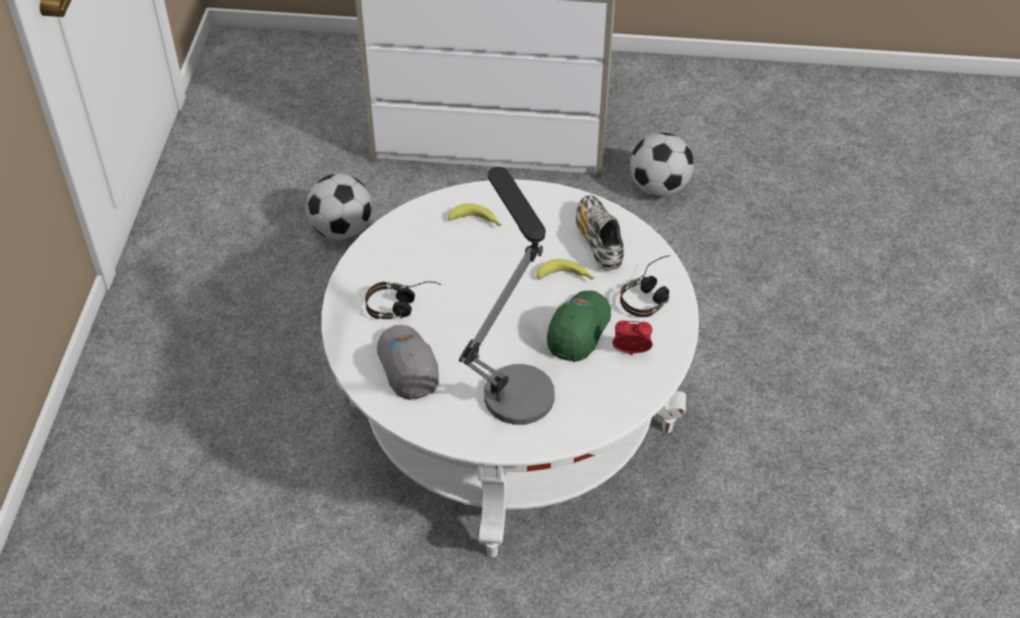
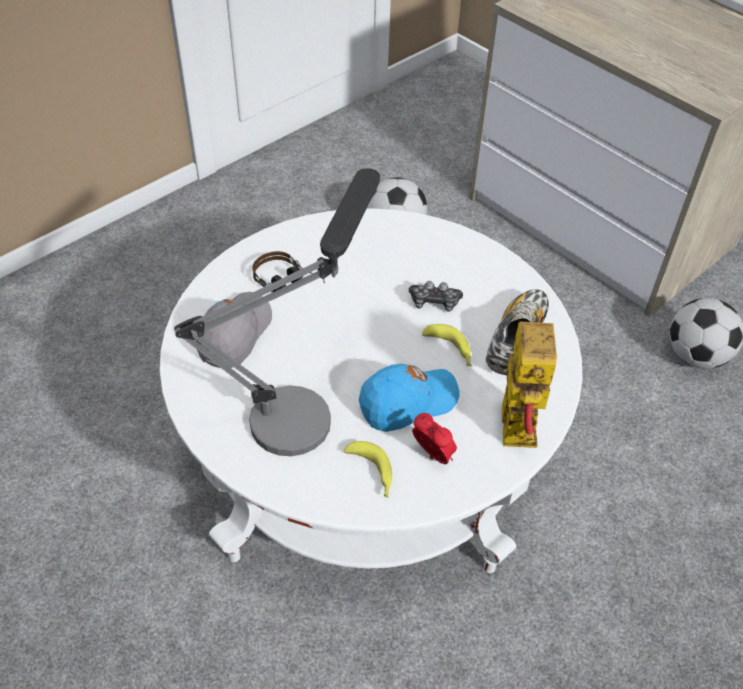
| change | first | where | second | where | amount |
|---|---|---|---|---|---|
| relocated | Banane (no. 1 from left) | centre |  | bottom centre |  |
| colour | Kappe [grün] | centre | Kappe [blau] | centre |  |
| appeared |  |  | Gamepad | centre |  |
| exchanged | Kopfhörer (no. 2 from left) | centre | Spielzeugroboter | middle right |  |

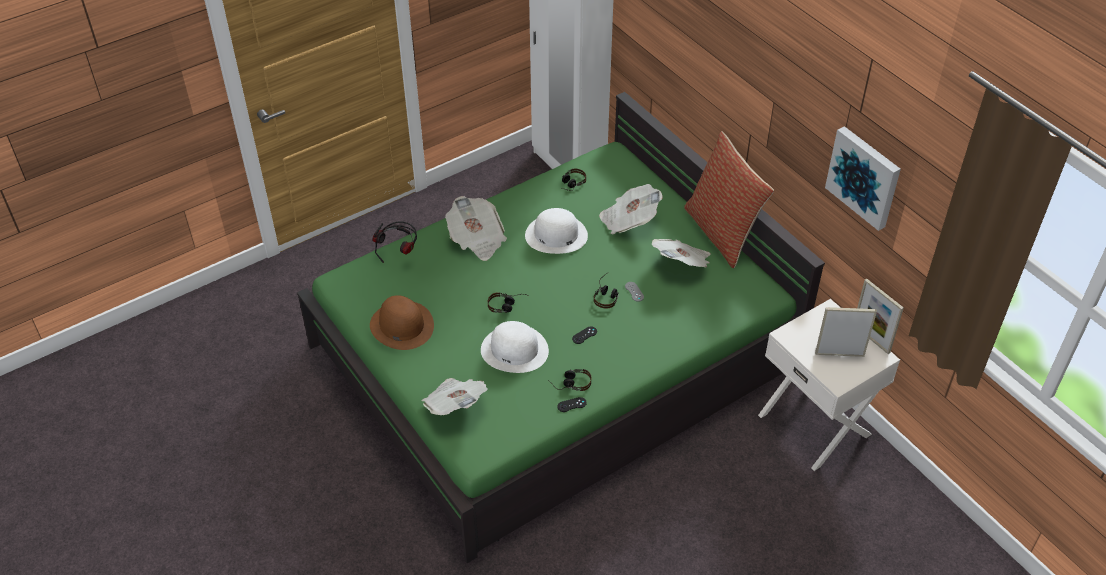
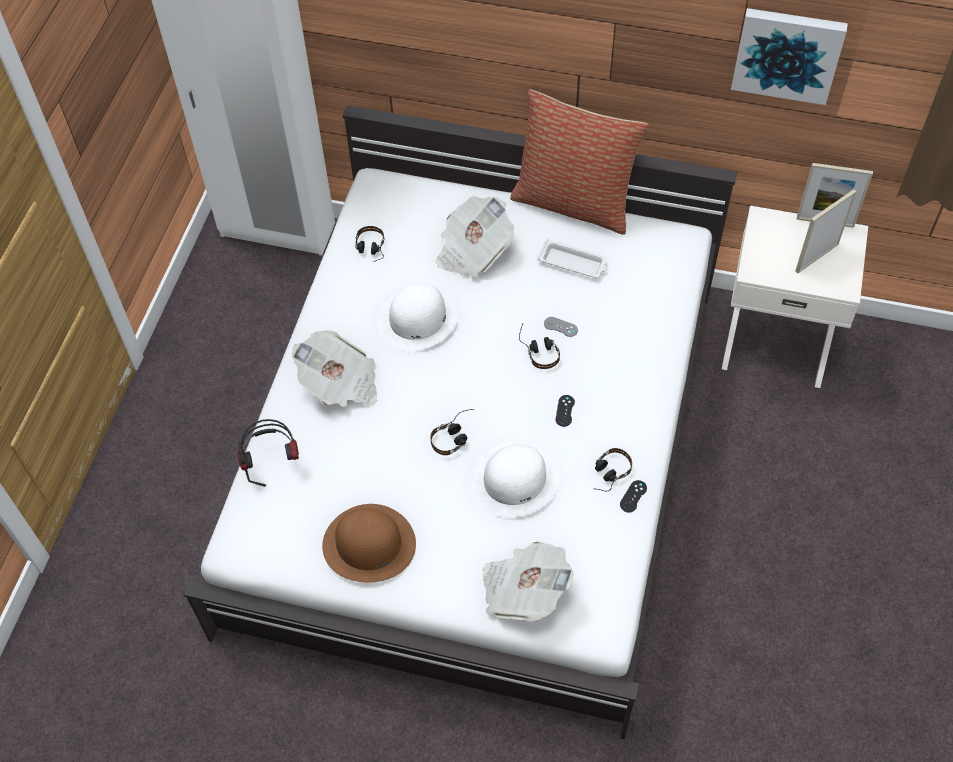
| change | first | where | second | where | amount |
|---|---|---|---|---|---|
| colour | Bett [grün] | centre | Bett [weiß] | centre |  |
| exchanged | Zeitung (no. 4 from left) | centre | Tablett [weiß] | centre |  |

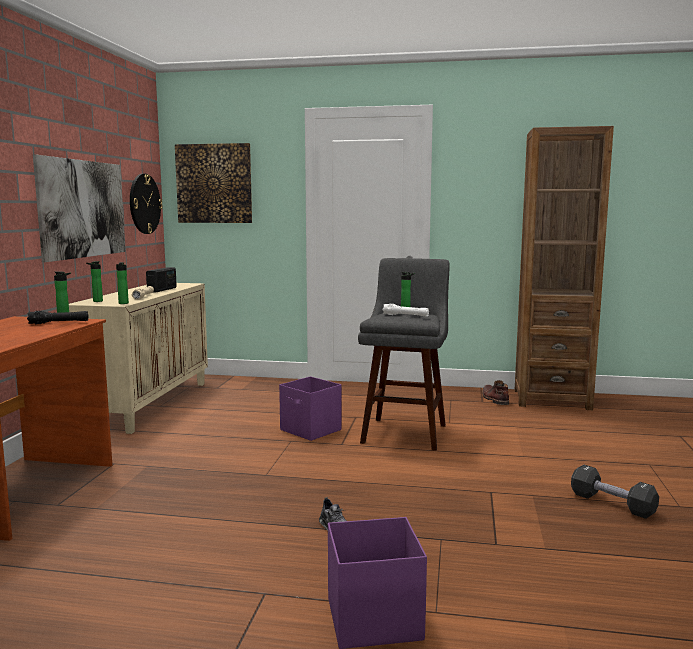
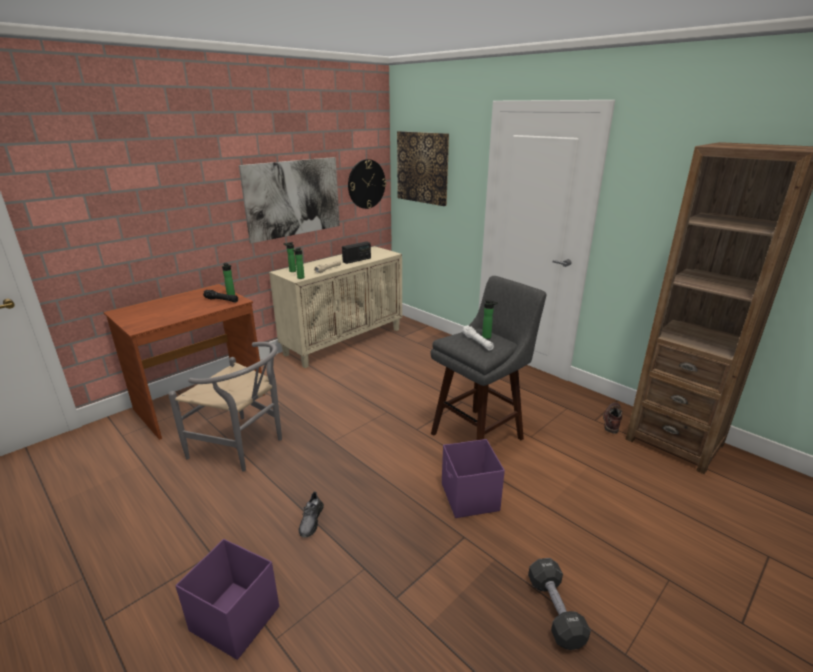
| change | first | where | second | where | amount |
|---|---|---|---|---|---|
| appeared |  |  | Stuhl [grau] | middle left |  |
| relocated | Aufbewahrungsbox [lila] (no. 1 from left in the first image) | centre | Aufbewahrungsbox [lila] (no. 2 from left) | bottom centre |  |

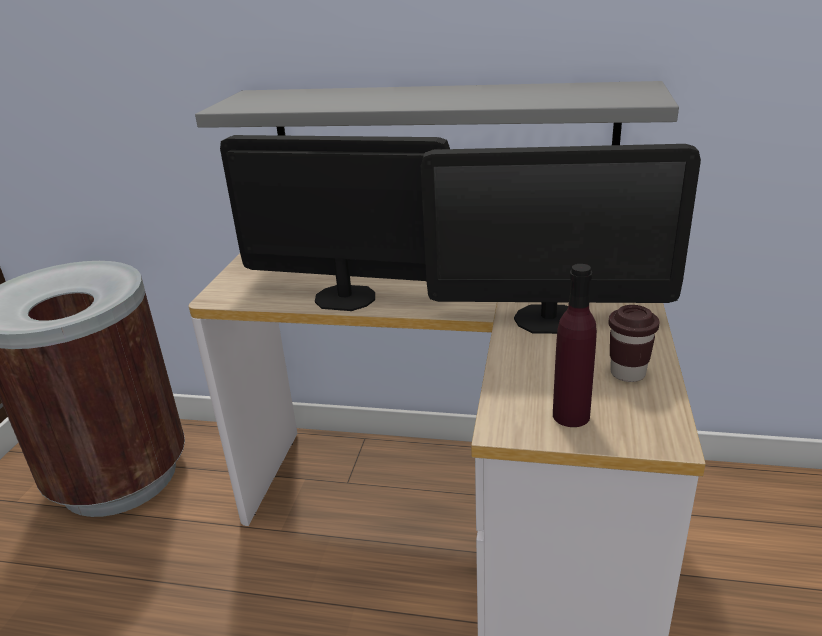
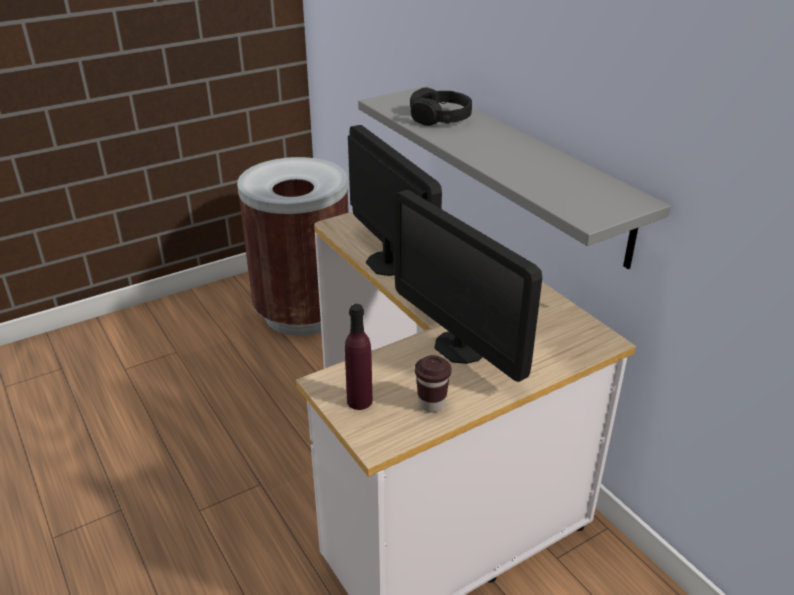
| change | first | where | second | where | amount |
|---|---|---|---|---|---|
| appeared |  |  | Kopfhörer [schwarz] | top centre |  |

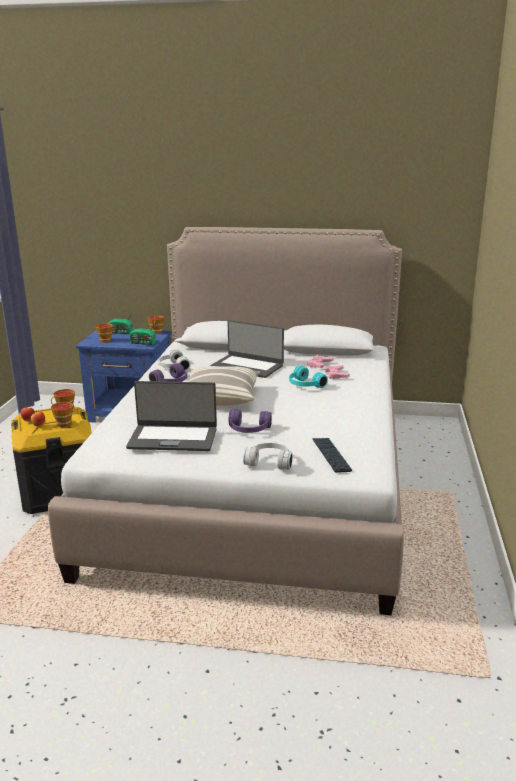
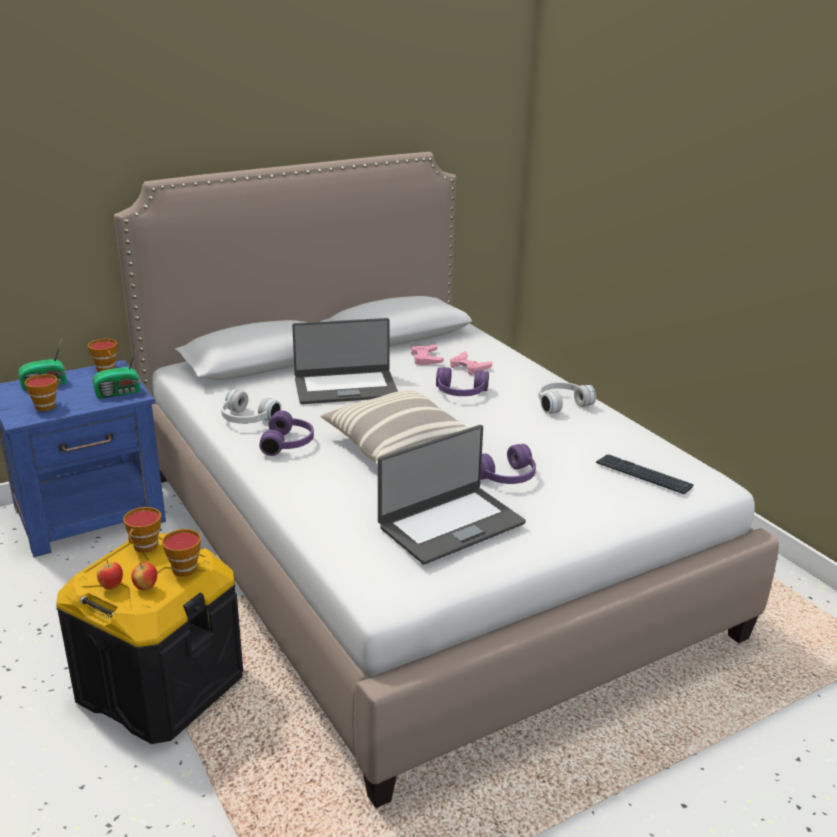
| change | first | where | second | where | amount |
|---|---|---|---|---|---|
| colour | Kopfhörer [türkis] | centre | Kopfhörer [lila] (no. 2 from left) | centre |  |
| relocated | Kopfhörer [weiß] (no. 2 from left) | centre |  | middle right |  |

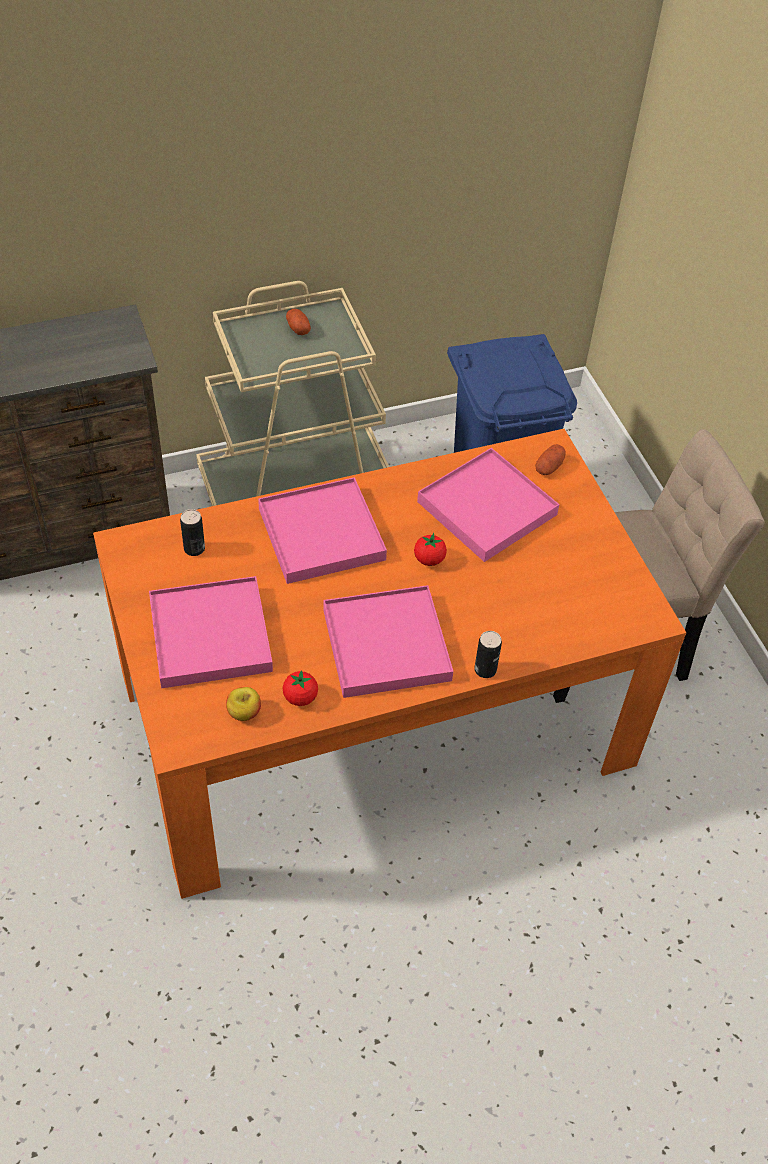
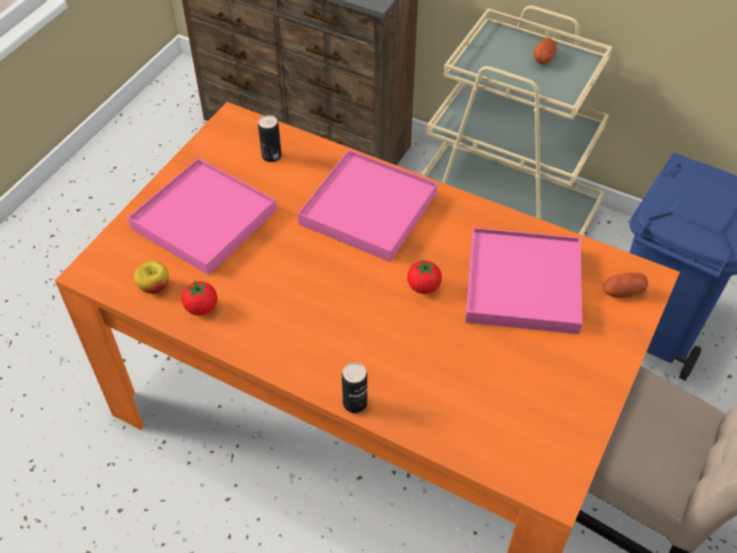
| change | first | where | second | where | amount |
|---|---|---|---|---|---|
| missing | Tablett [rosa] (no. 3 from left) | centre |  |  |  |

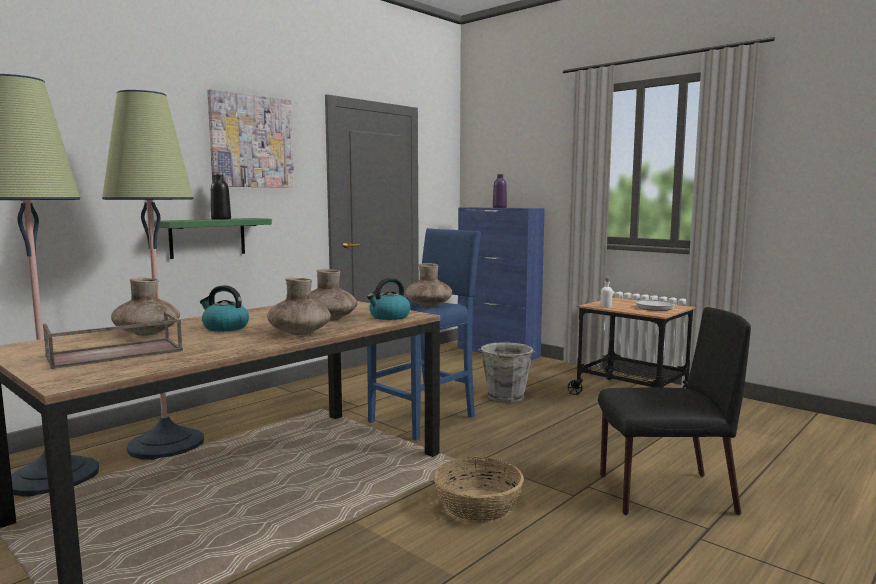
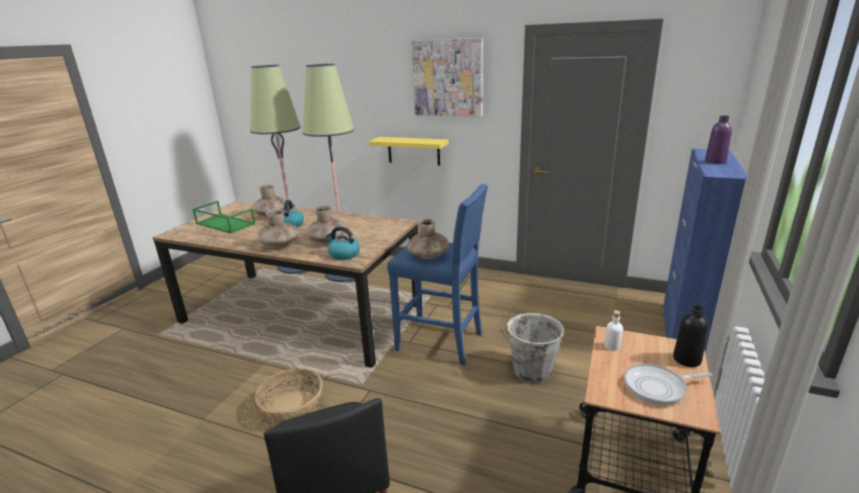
| change | first | where | second | where | amount |
|---|---|---|---|---|---|
| colour | Tablett [braun] | middle left | Tablett [grün] | middle left |  |
| colour | Wandregal [grün] | middle left | Wandregal [gelb] | top centre |  |
| relocated | Flasche [schwarz] | middle left |  | bottom right |  |

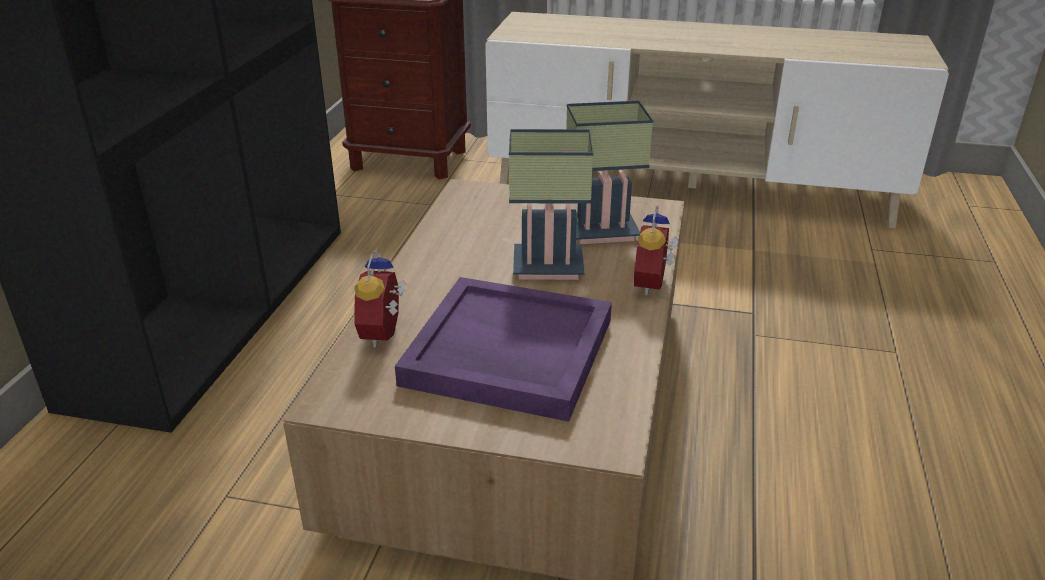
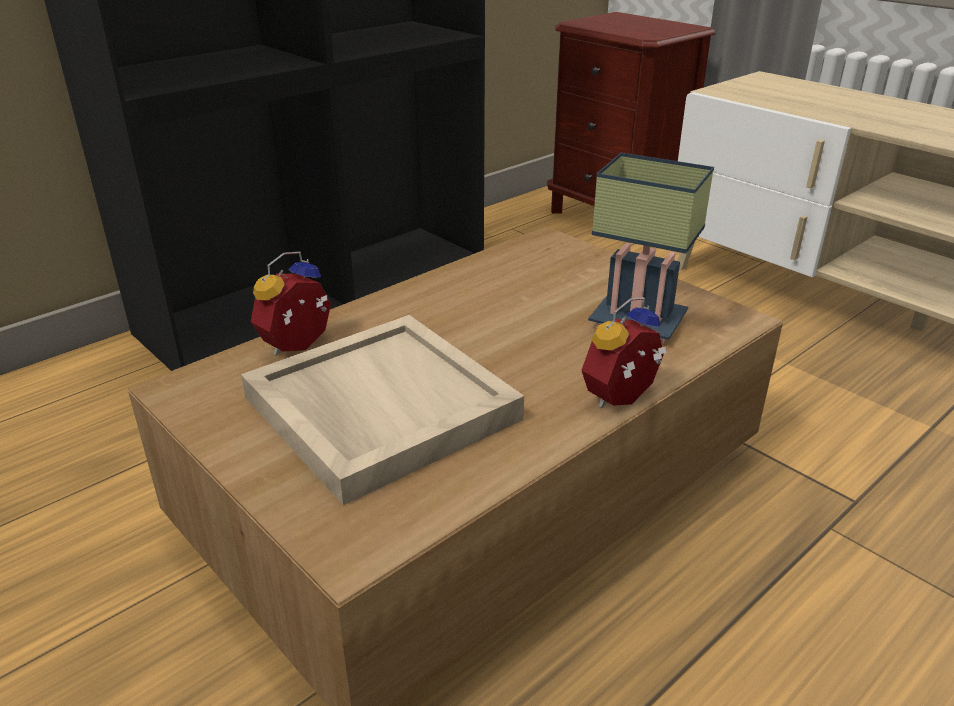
| change | first | where | second | where | amount |
|---|---|---|---|---|---|
| colour | Tablett [lila] | centre | Tablett [beige] | centre |  |
| missing | Tischlampe (no. 1 from left) | centre |  |  |  |

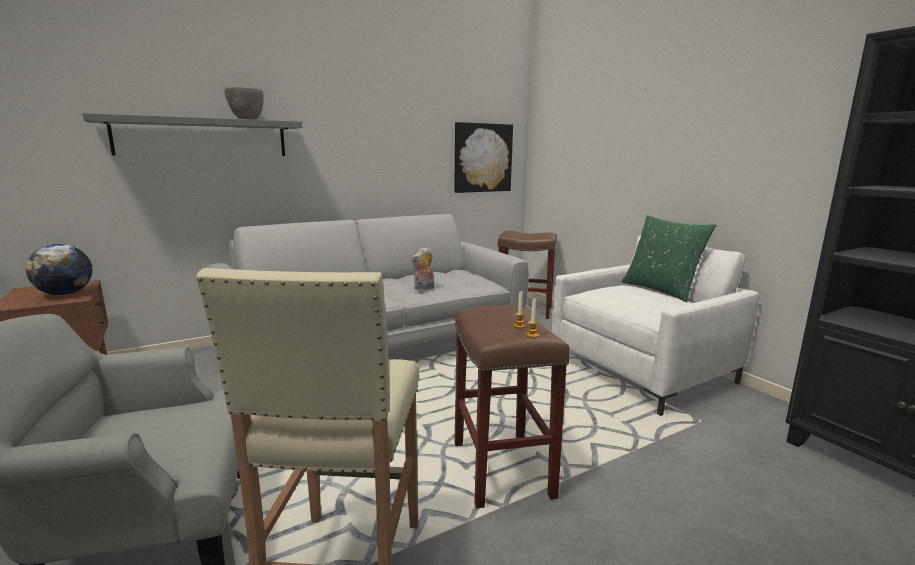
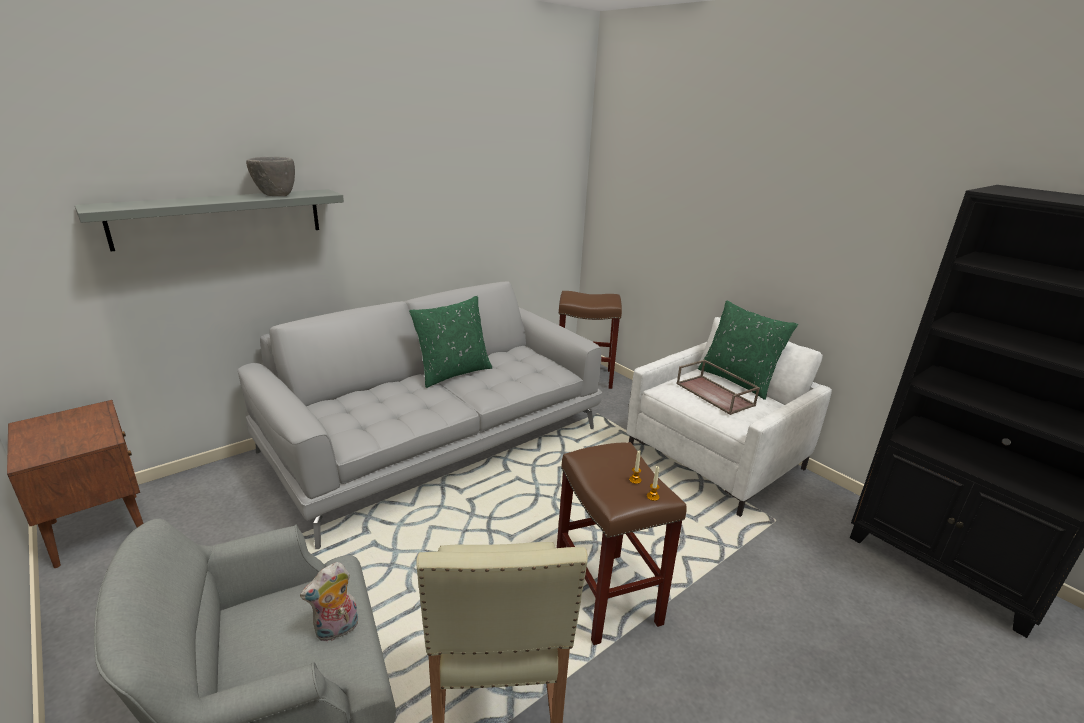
| change | first | where | second | where | amount |
|---|---|---|---|---|---|
| relocated | Plüschtier | centre |  | bottom left |  |
| appeared |  |  | Kissen [grün] (no. 1 from left) | centre |  |
| appeared |  |  | Tablett [braun] | centre |  |
| missing | Globus | middle left |  |  |  |
| missing | Bild | top centre |  |  |  |

